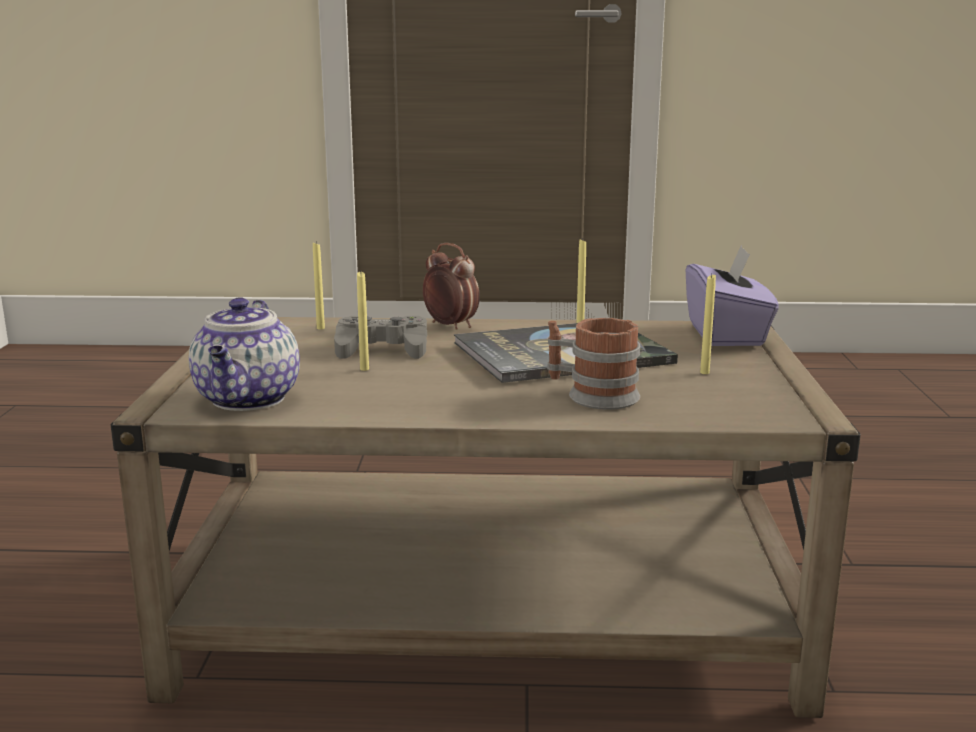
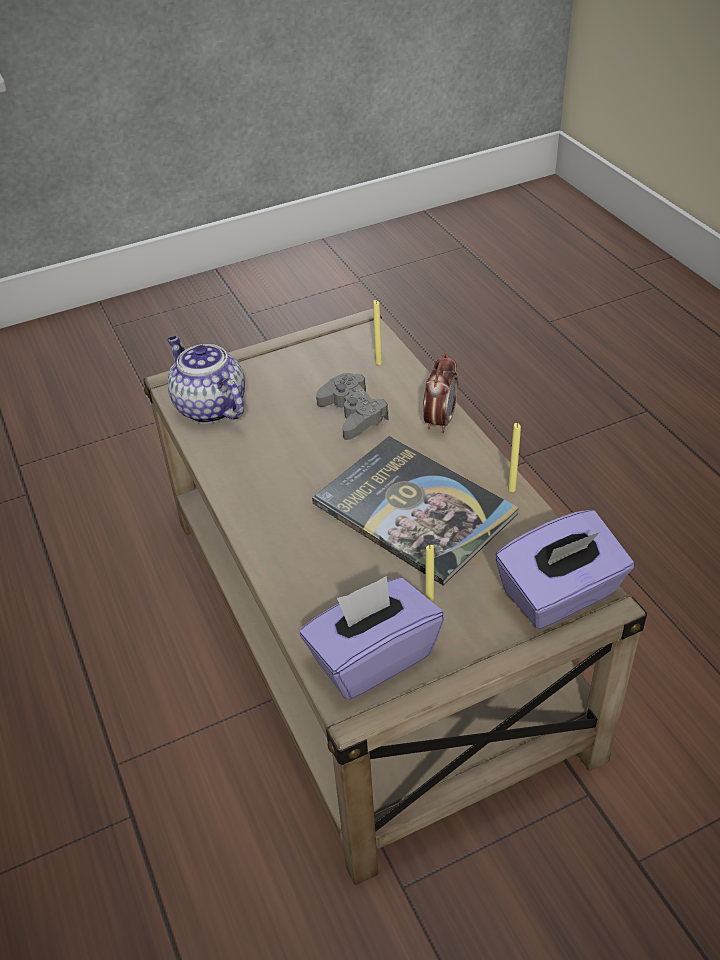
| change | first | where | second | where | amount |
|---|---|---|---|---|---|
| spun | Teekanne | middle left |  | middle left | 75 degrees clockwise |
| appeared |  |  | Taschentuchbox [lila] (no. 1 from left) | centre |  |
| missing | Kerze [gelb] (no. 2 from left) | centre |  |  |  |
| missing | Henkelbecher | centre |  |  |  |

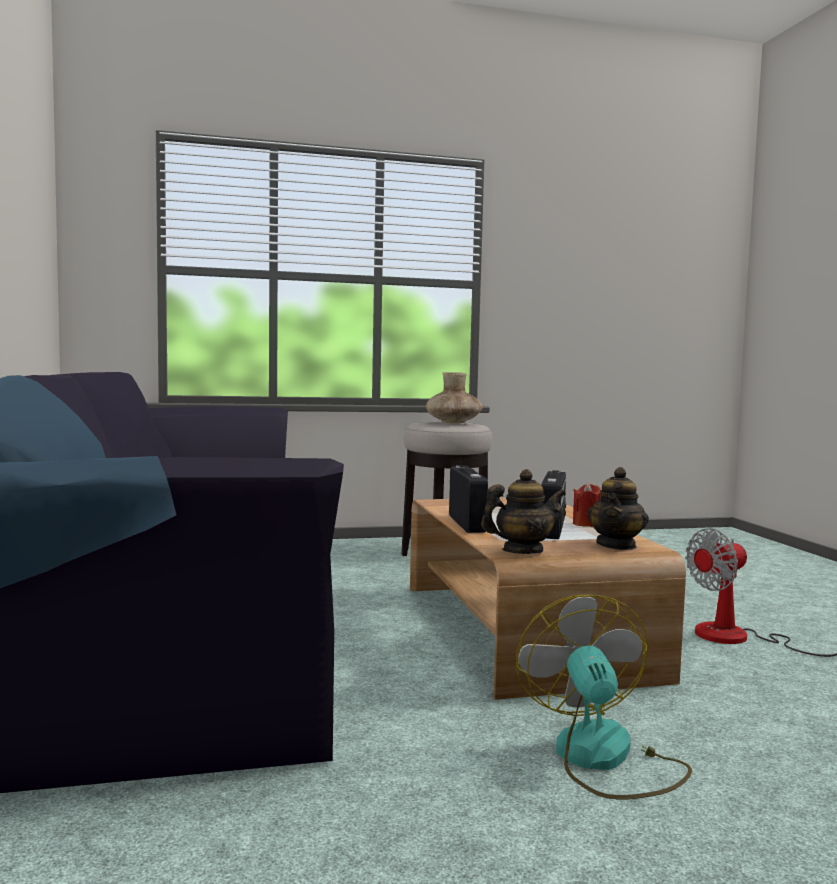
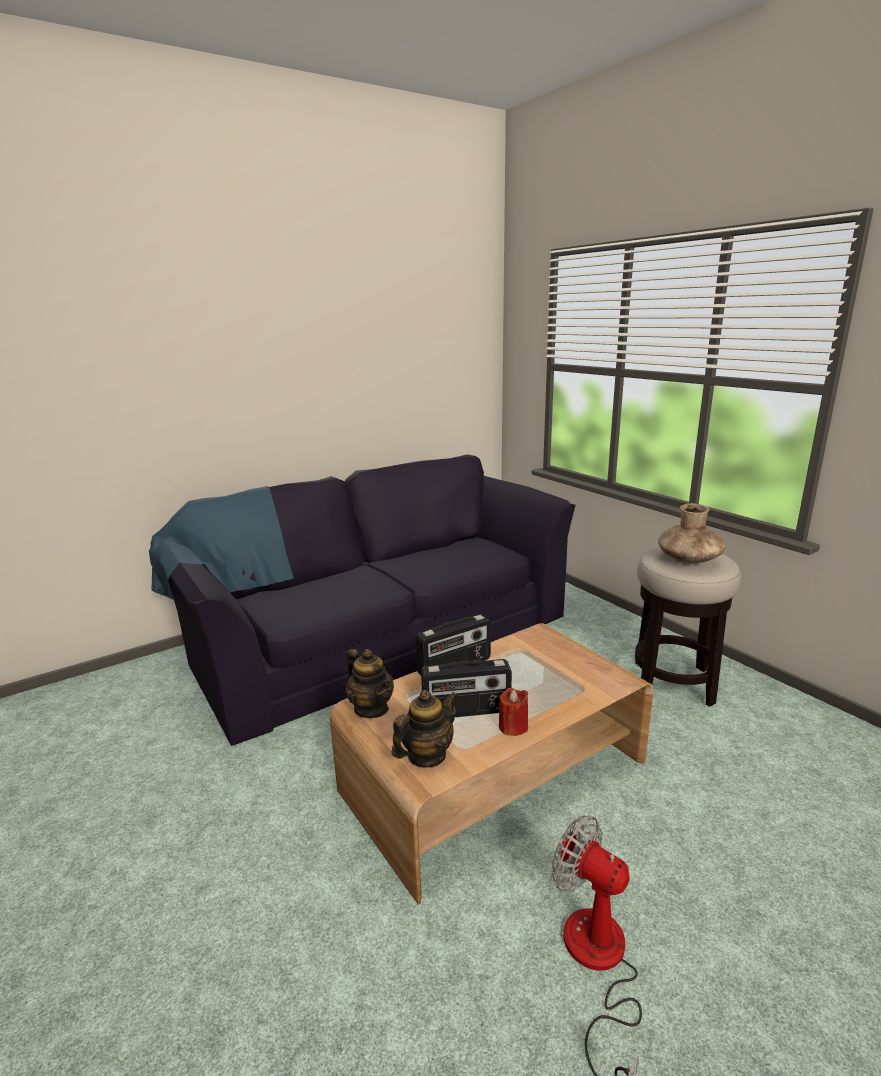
| change | first | where | second | where | amount |
|---|---|---|---|---|---|
| spun | Teekanne (no. 2 from left) | middle right |  | bottom centre | 135 degrees clockwise |
| missing | Ventilator (no. 1 from left) | bottom right |  |  |  |

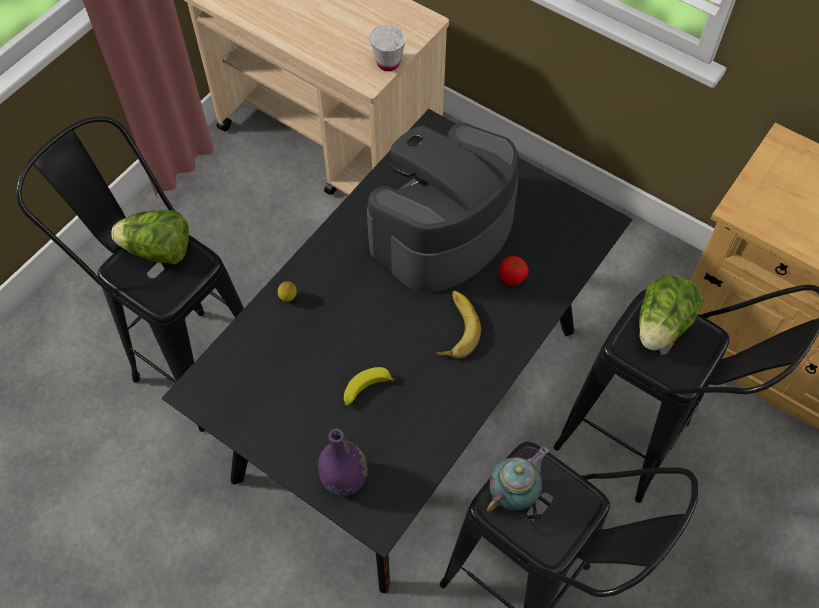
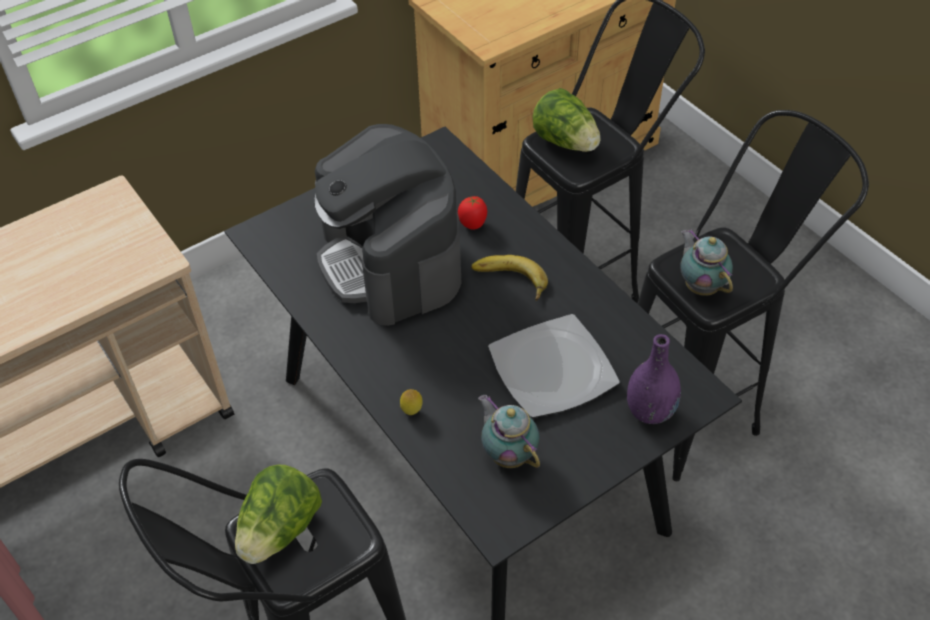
| change | first | where | second | where | amount |
|---|---|---|---|---|---|
| appeared |  |  | Teekanne (no. 1 from left) | bottom centre |  |
| exchanged | Banane (no. 1 from left) | centre | Teller | centre |  |
| missing | Tasse [weiß] | top centre |  |  |  |

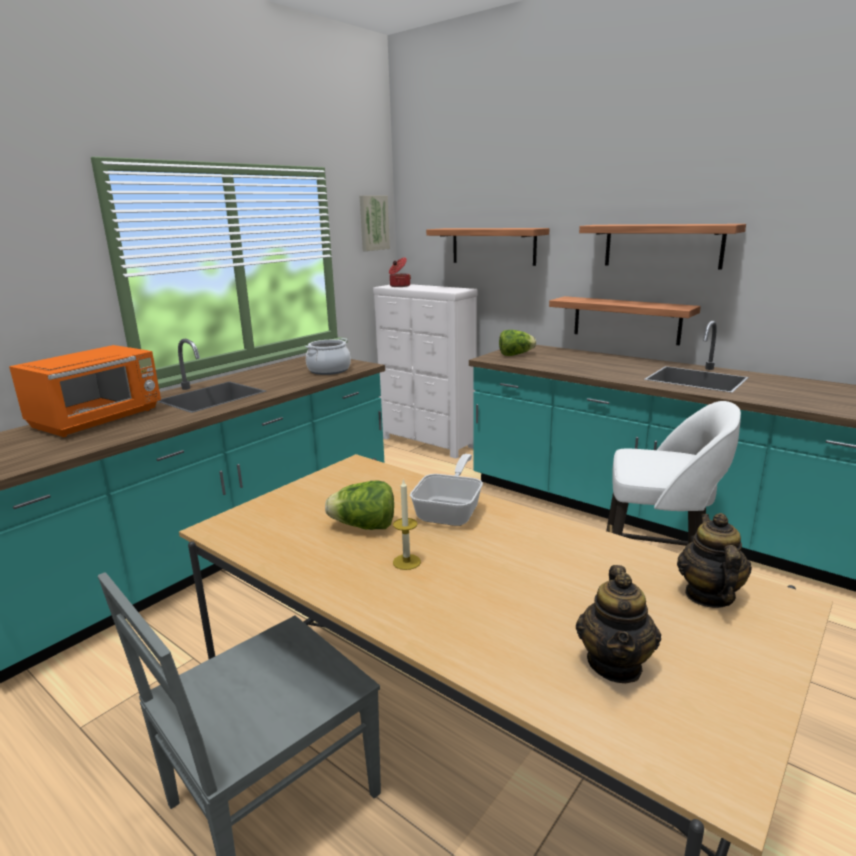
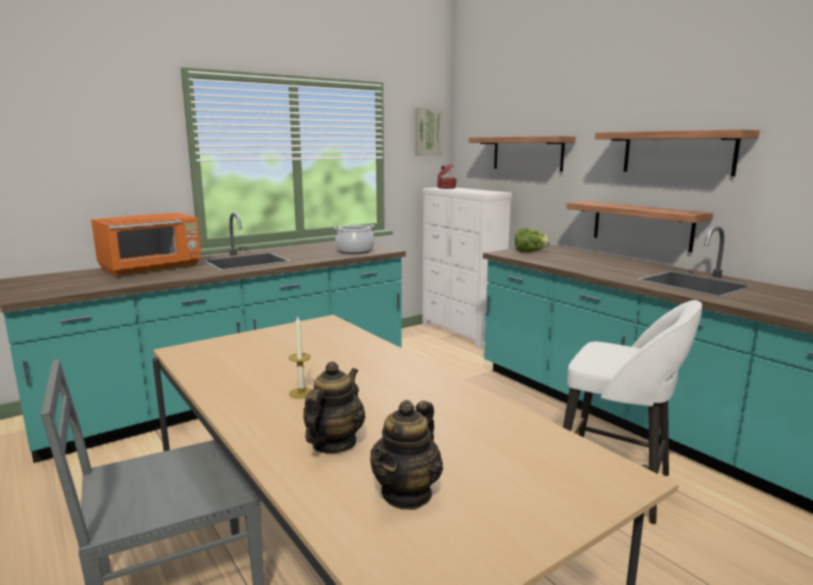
| change | first | where | second | where | amount |
|---|---|---|---|---|---|
| relocated | Teekanne (no. 2 from left in the first image) | middle right | Teekanne (no. 1 from left) | bottom centre |  |
| missing | Salatkopf (no. 1 from left) | centre |  |  |  |
| missing | Pfanne | centre |  |  |  |

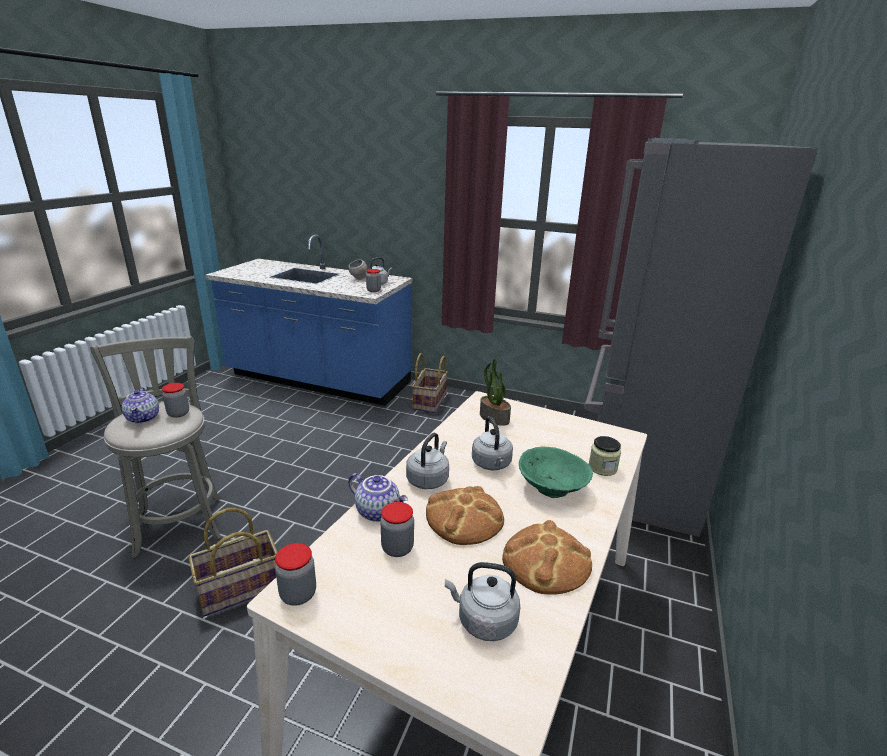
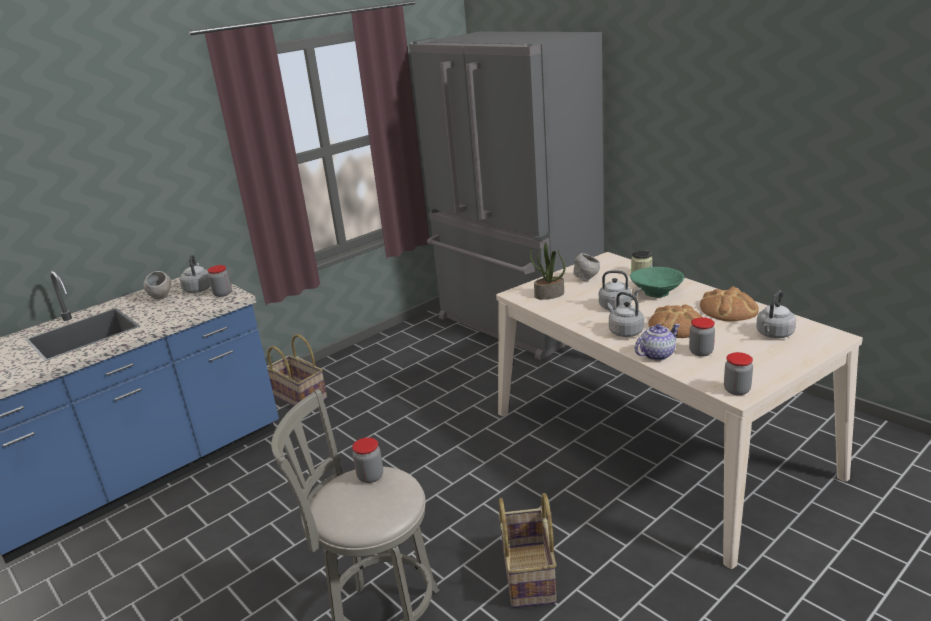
| change | first | where | second | where | amount |
|---|---|---|---|---|---|
| appeared |  |  | Schüssel [grau] (no. 2 from left) | centre |  |
| missing | Teekanne (no. 1 from left) | middle left |  |  |  |

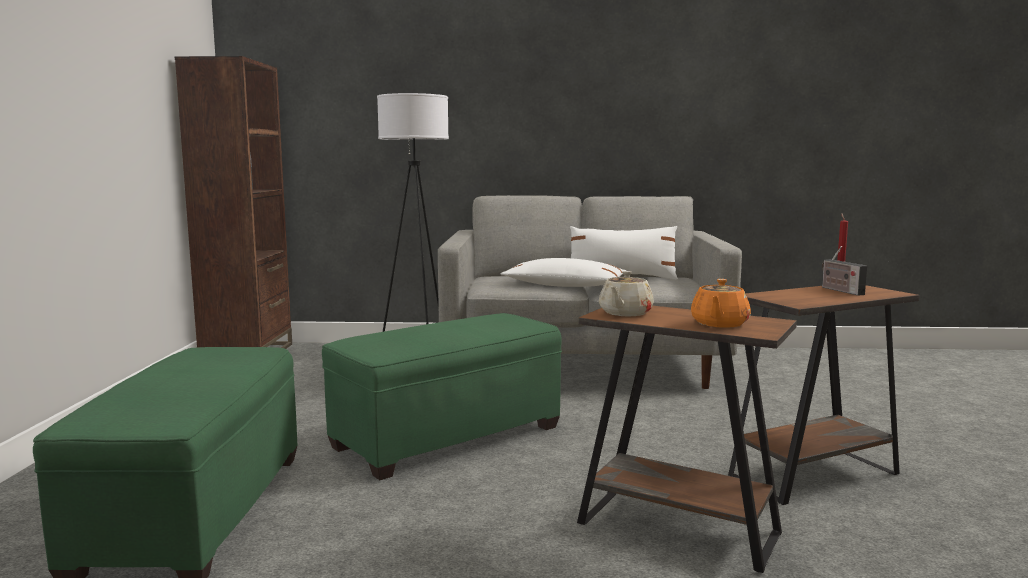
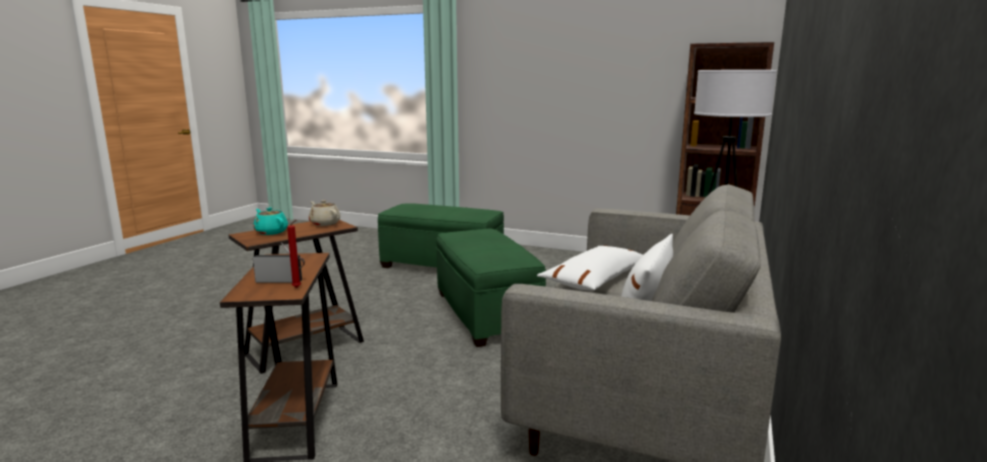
| change | first | where | second | where | amount |
|---|---|---|---|---|---|
| colour | Teekanne [orange] | middle right | Teekanne [türkis] | middle left |  |

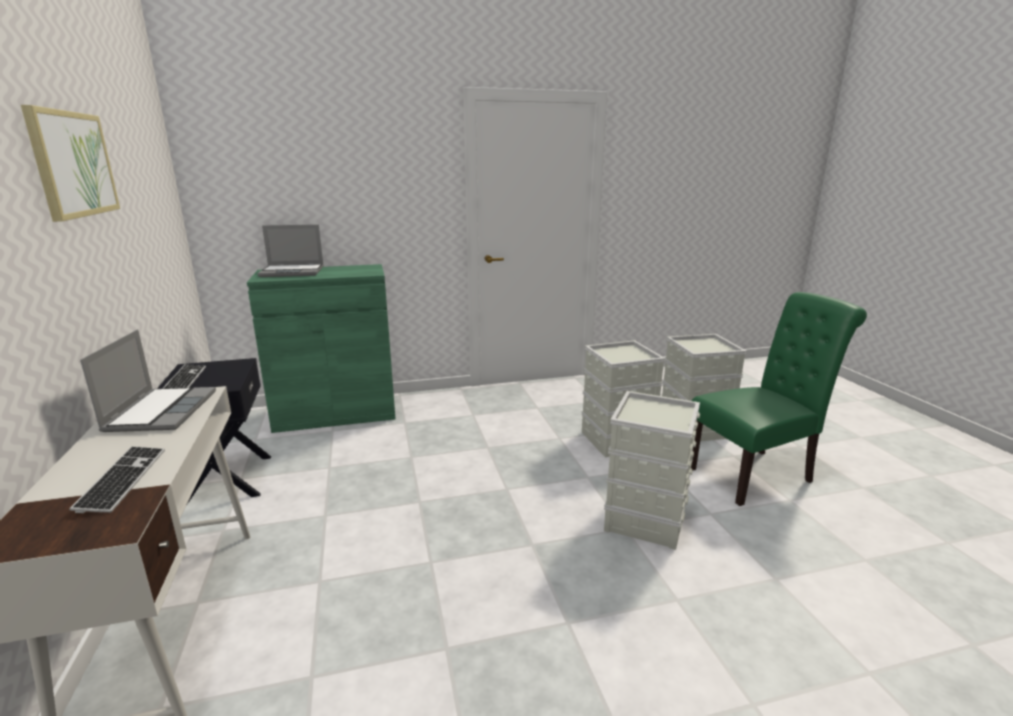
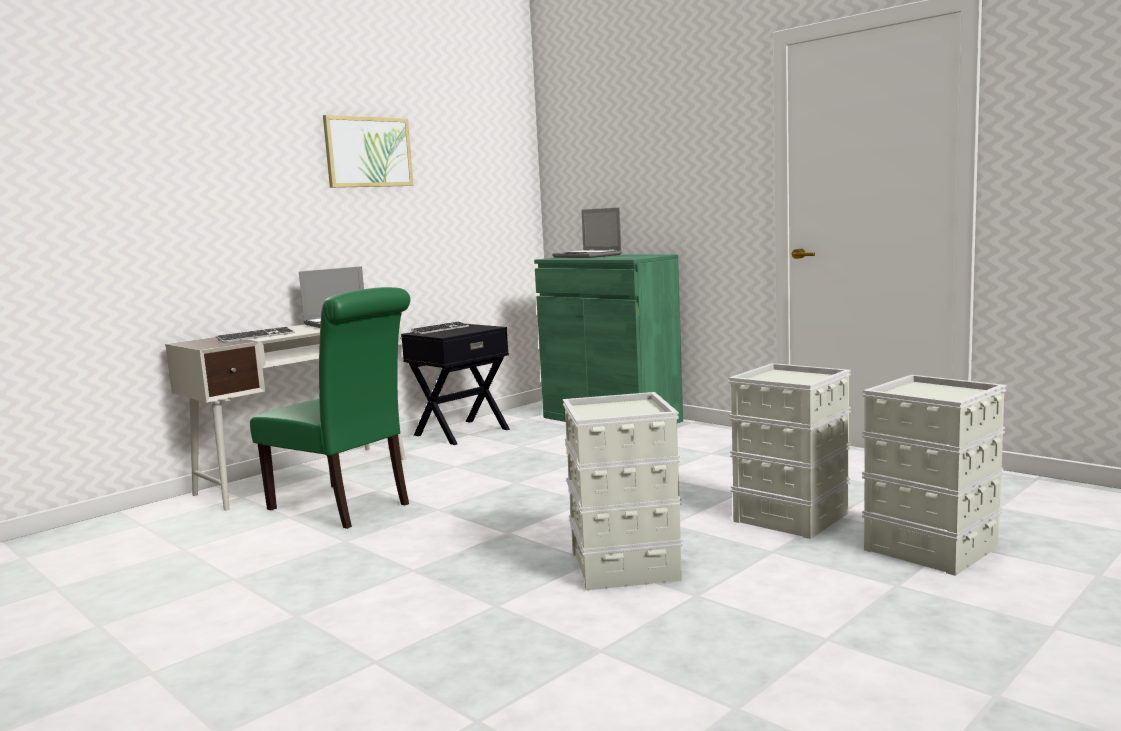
| change | first | where | second | where | amount |
|---|---|---|---|---|---|
| relocated | Stuhl [grün] | middle right |  | middle left |  |

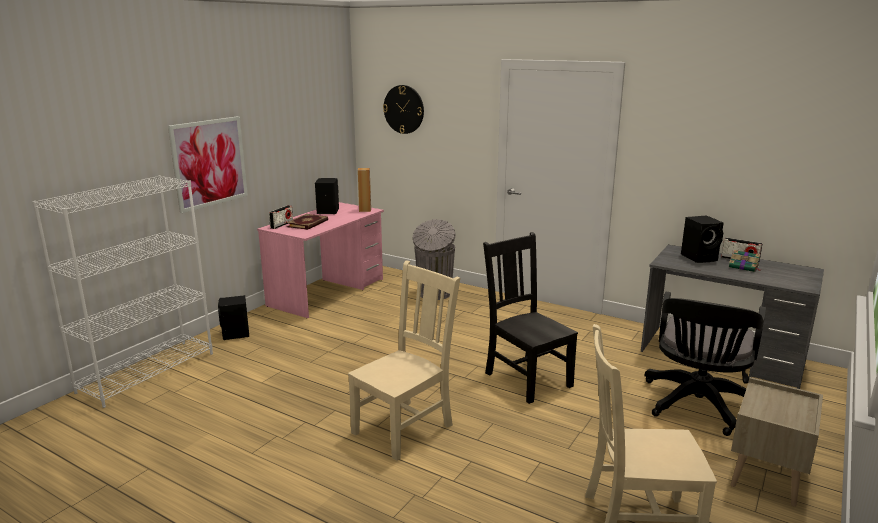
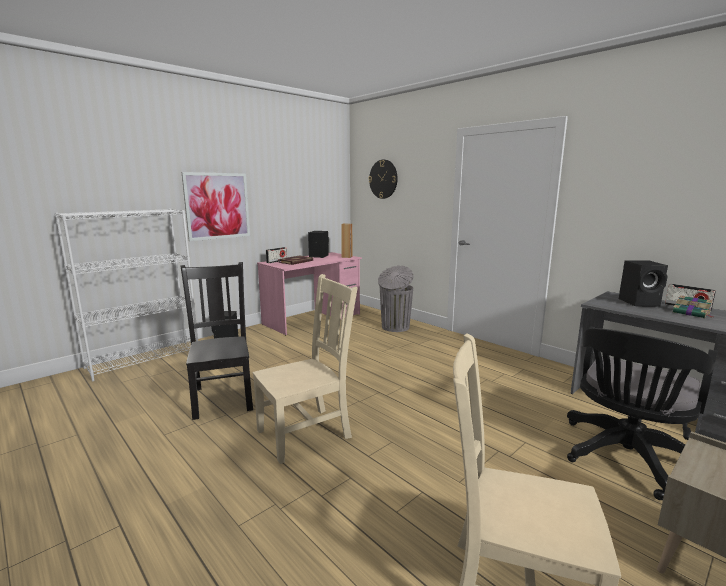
| change | first | where | second | where | amount |
|---|---|---|---|---|---|
| relocated | Stuhl [schwarz] | centre |  | middle left |  |

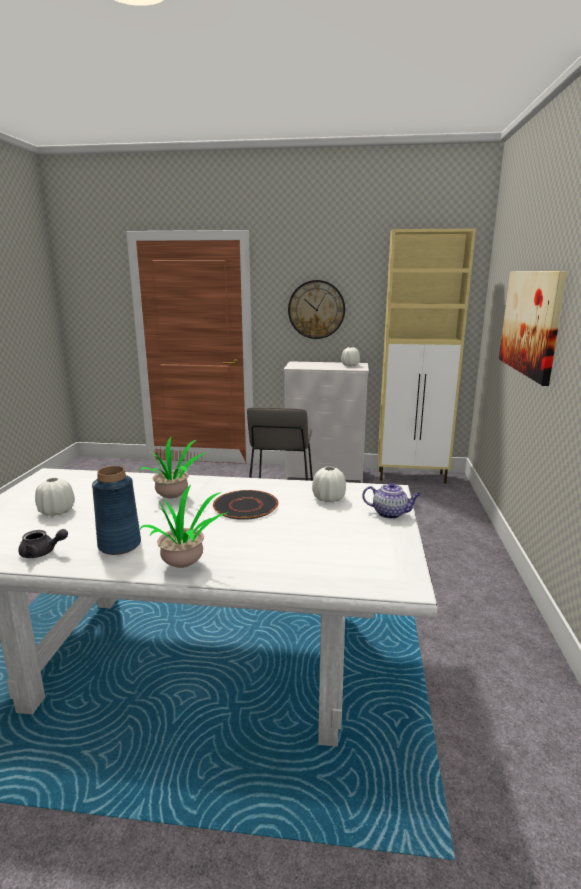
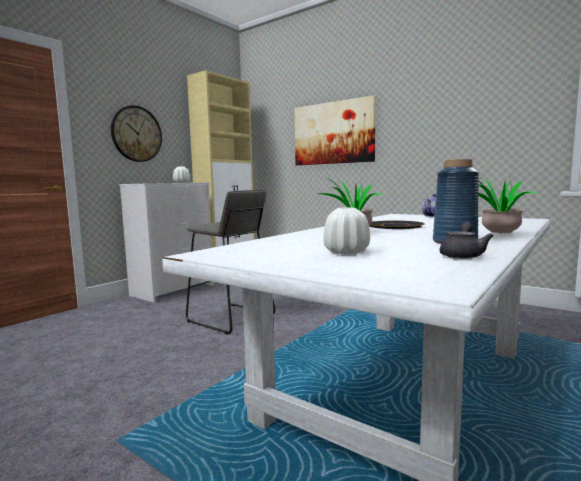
| change | first | where | second | where | amount |
|---|---|---|---|---|---|
| missing | Vase [weiß] (no. 2 from left) | centre |  |  |  |

